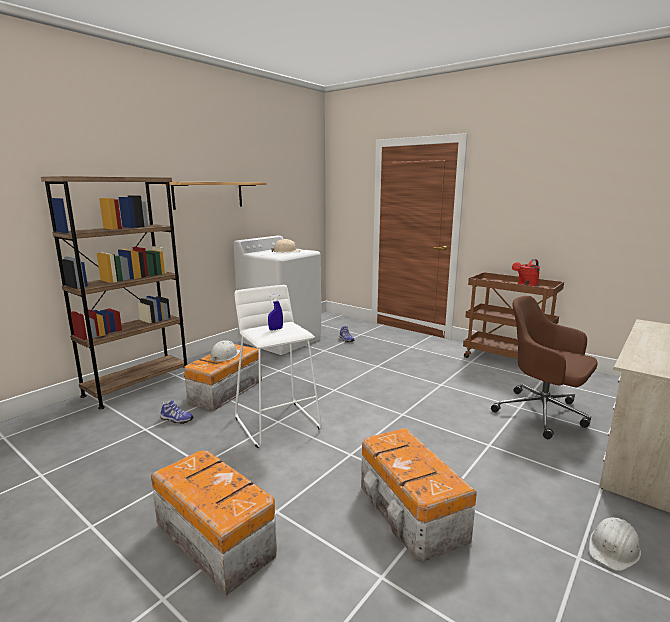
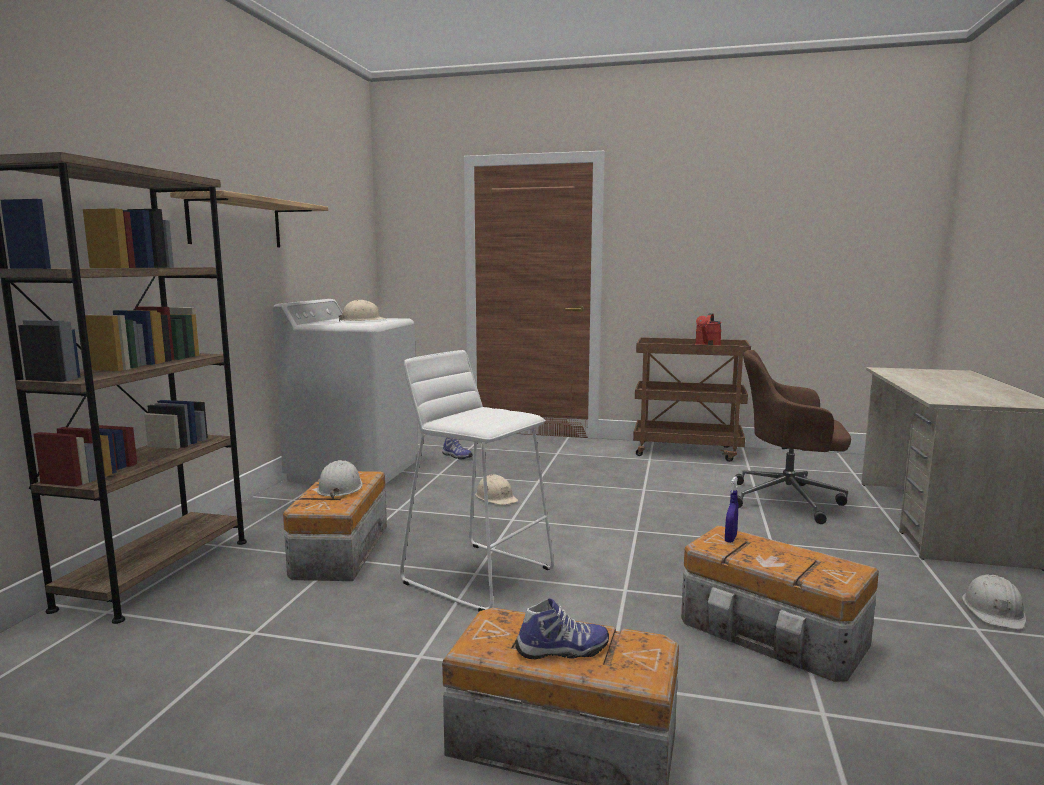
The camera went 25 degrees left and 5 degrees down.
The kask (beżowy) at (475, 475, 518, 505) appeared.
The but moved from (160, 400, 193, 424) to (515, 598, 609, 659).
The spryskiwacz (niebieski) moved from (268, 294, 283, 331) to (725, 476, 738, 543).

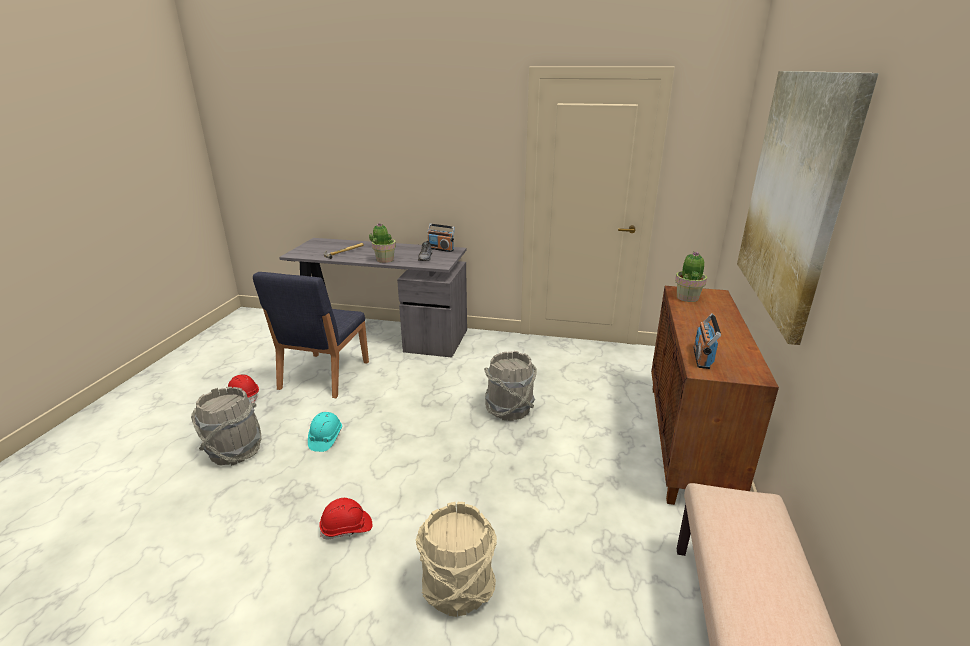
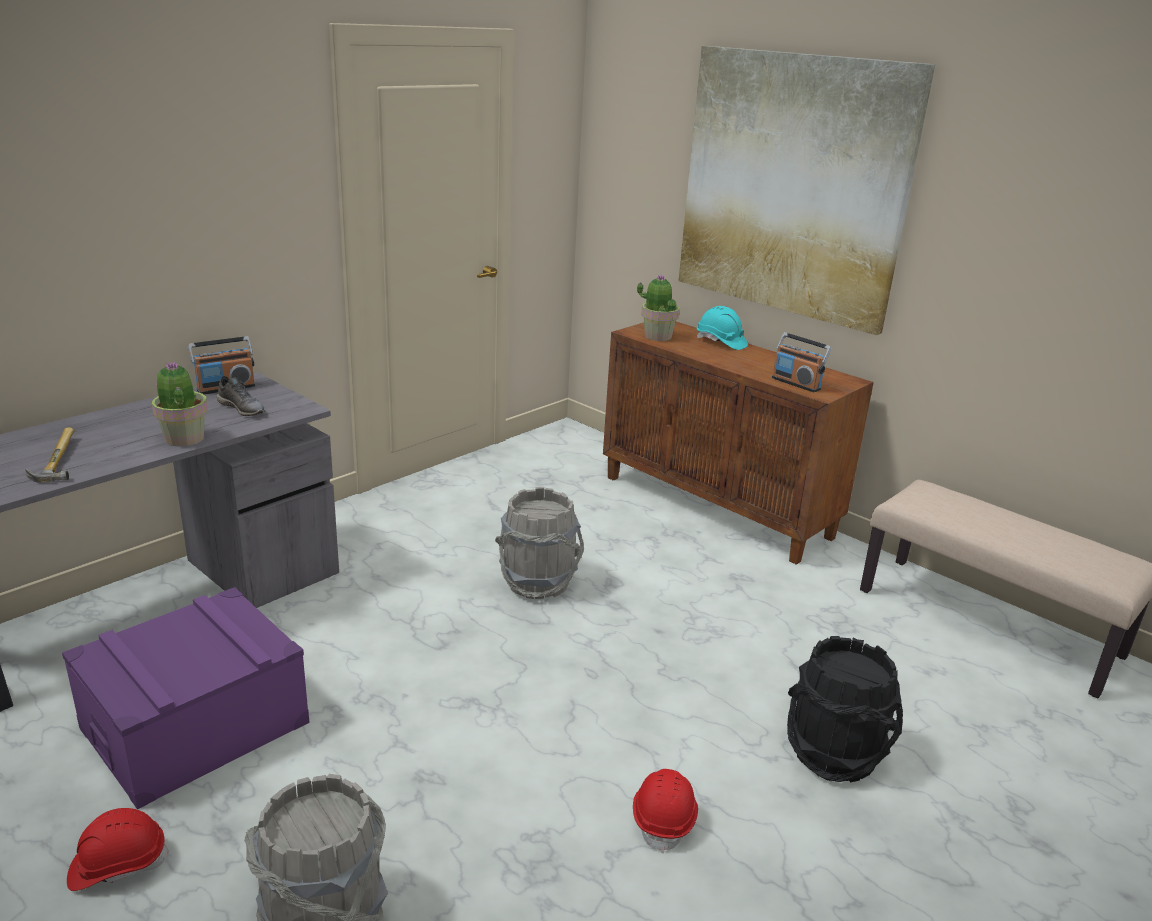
The camera went 60 degrees left and 0 degrees up.
The kask (turkusowy) moved from (308, 412, 342, 452) to (697, 306, 748, 350).
The krzesło (niebieski) at (253, 272, 369, 398) was replaced by the pojemnik do przechowywania (fioletowy) at (62, 587, 310, 809).
The wiadro (beżowy) at (416, 502, 497, 617) became the wiadro (czarny) at (787, 636, 903, 782).

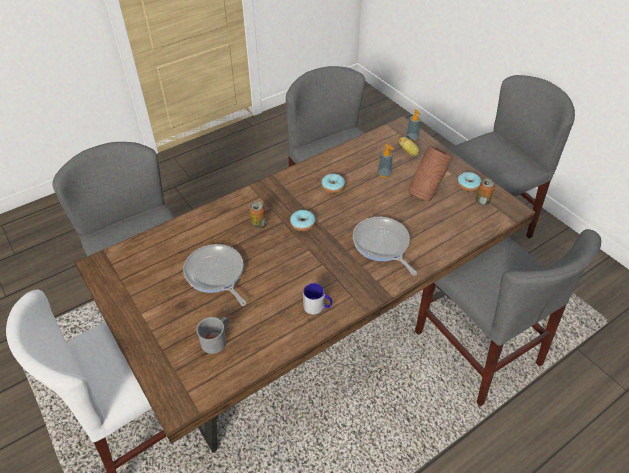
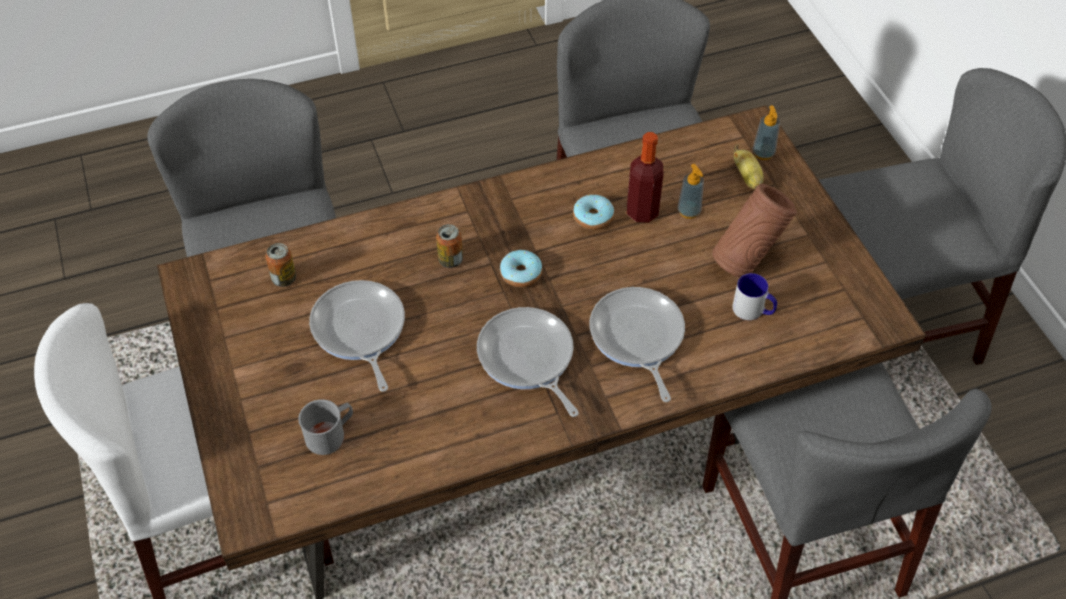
The camera went 15 degrees right and 5 degrees up.
The donut at (457, 172, 482, 192) disappeared.
The patelnia at (477, 307, 579, 417) appeared.
The butelka at (627, 132, 663, 223) appeared.
The kubek moved from (303, 283, 332, 315) to (732, 273, 777, 320).
The puszka moved from (476, 179, 495, 205) to (265, 243, 296, 287).

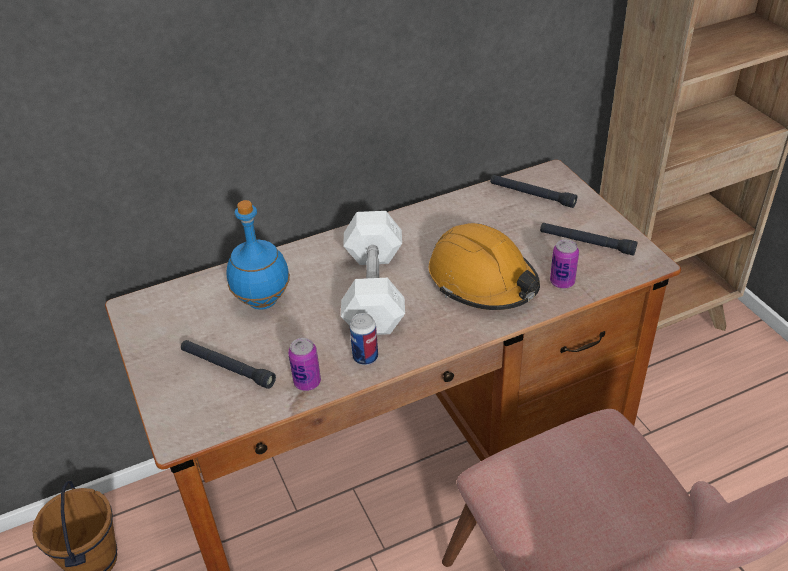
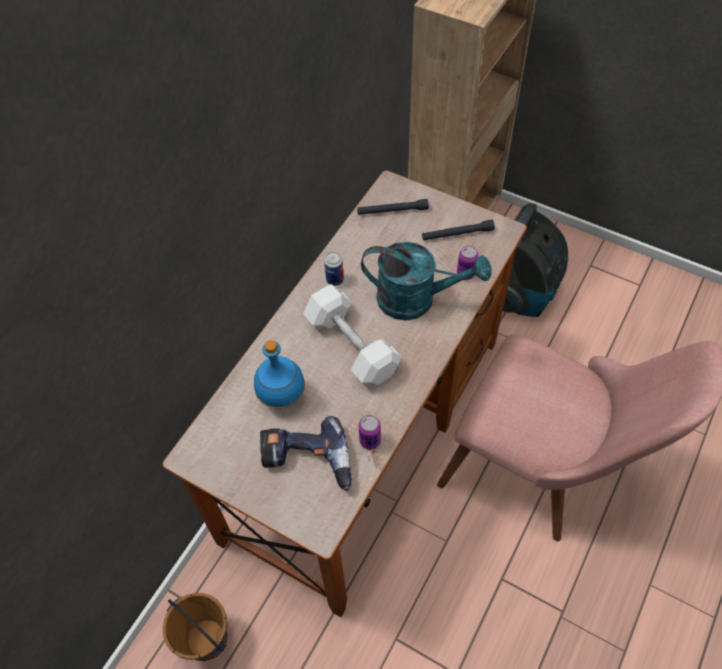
The camera went 35 degrees left and 15 degrees up.
The odkurzacz at (503, 203, 568, 317) appeared.
The puszka moved from (350, 313, 378, 365) to (324, 252, 344, 286).
The latarka (czarny) at (181, 340, 276, 389) was replaced by the wiertarka at (260, 416, 352, 491).
The kask (pomarańczowy) at (429, 223, 540, 310) was replaced by the konewka (turkusowy) at (361, 241, 492, 320).

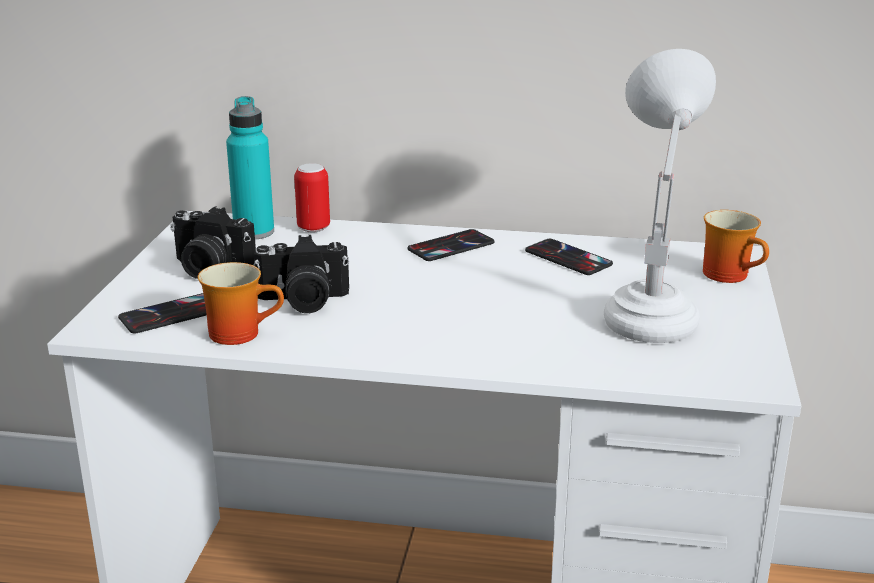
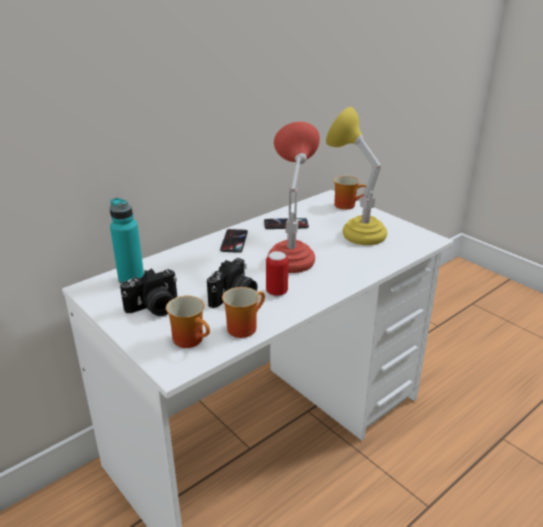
The camera went 50 degrees left and 5 degrees up.
The lampa stołowa (czerwony) at (268, 122, 320, 273) appeared.
The puszka moved from (294, 163, 330, 232) to (266, 251, 288, 296).
The telefon at (118, 293, 207, 333) was replaced by the kubek at (166, 296, 210, 348).
The lampa stołowa (biały) at (604, 49, 716, 343) became the lampa stołowa (żółty) at (326, 107, 387, 245).

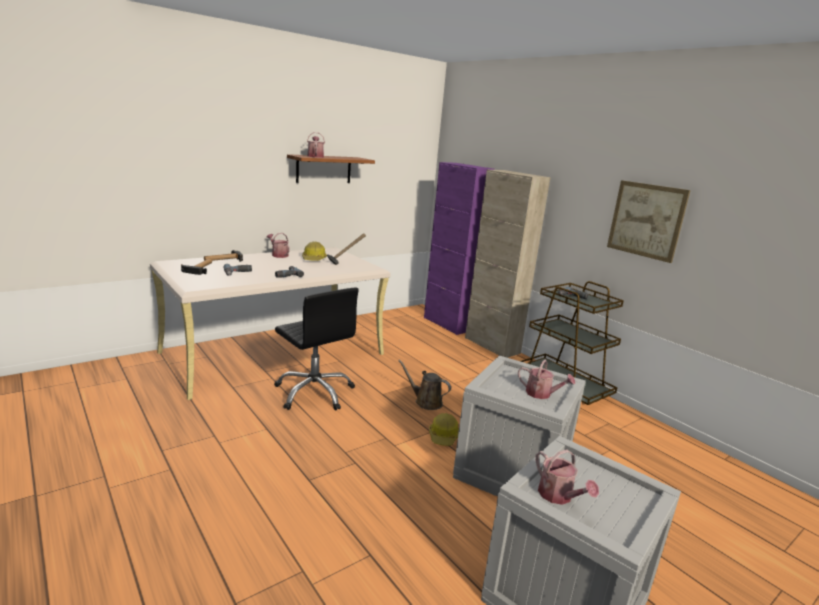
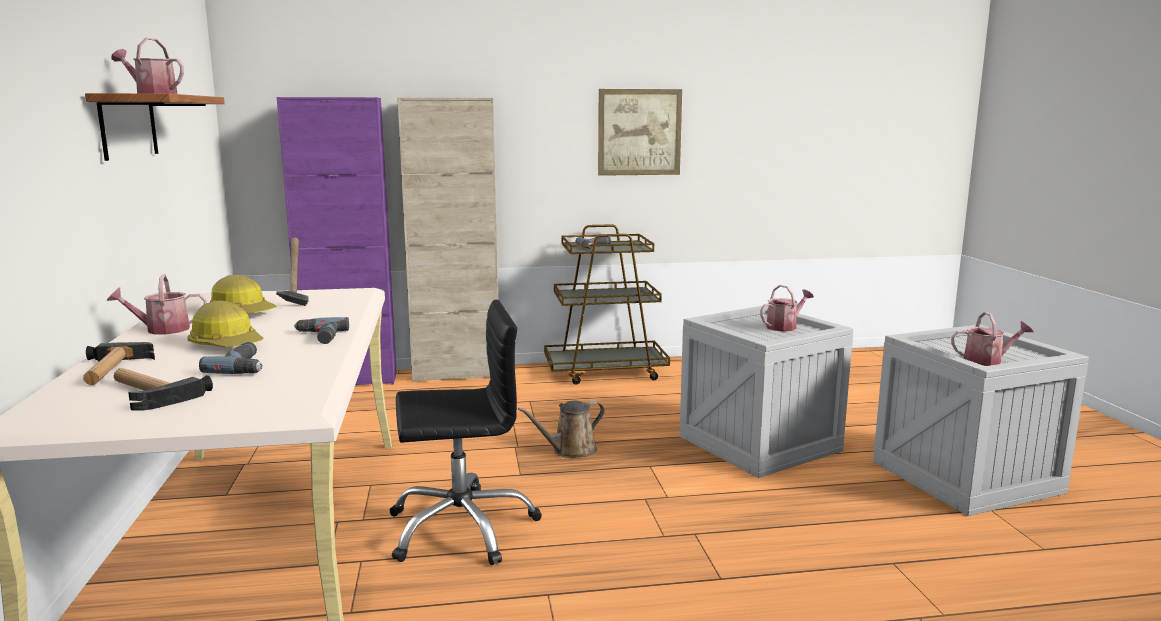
The camera went 60 degrees left and 5 degrees down.
The kask moved from (429, 413, 459, 446) to (188, 300, 264, 347).

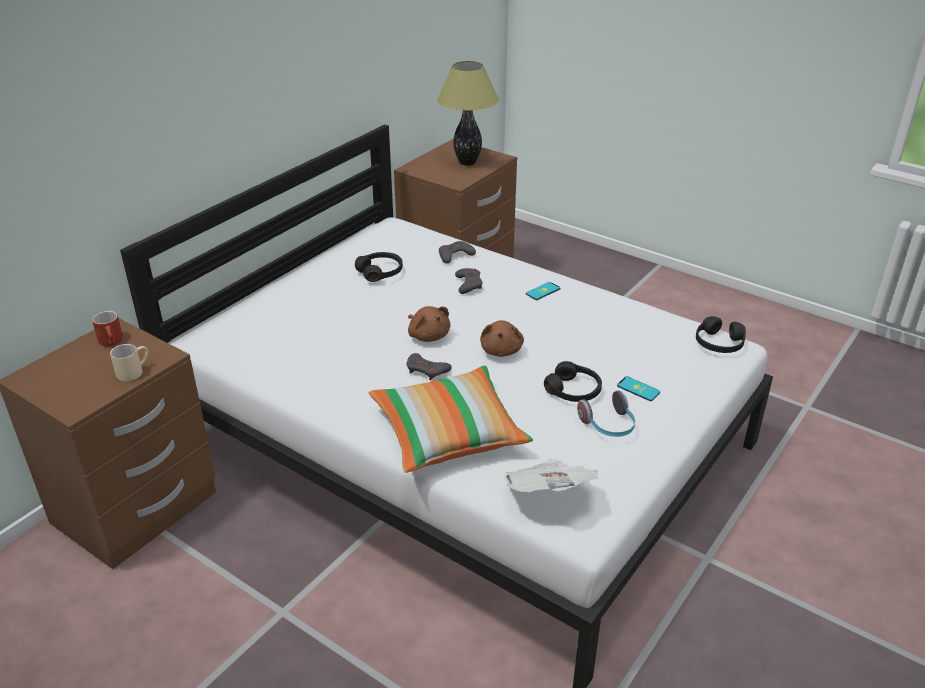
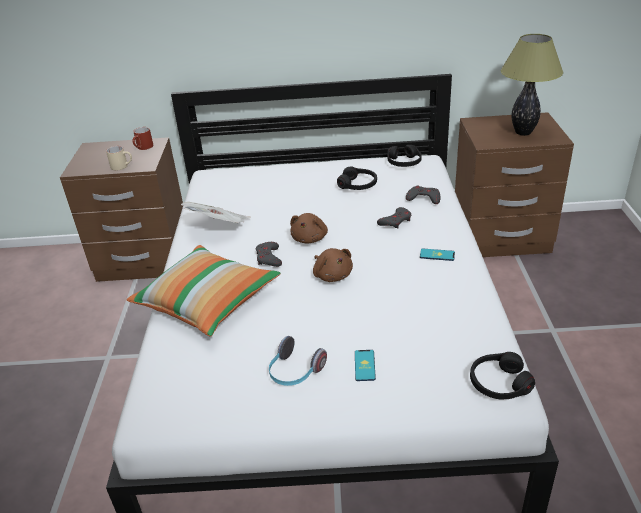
The camera went 55 degrees right and 0 degrees up.
The gazeta moved from (504, 459, 598, 492) to (181, 202, 251, 223).
The słuchawki (czarny) moved from (544, 361, 602, 402) to (387, 145, 422, 167).
The pluszak (brązowy) at (480, 320, 524, 357) turned 90 degrees counterclockwise.

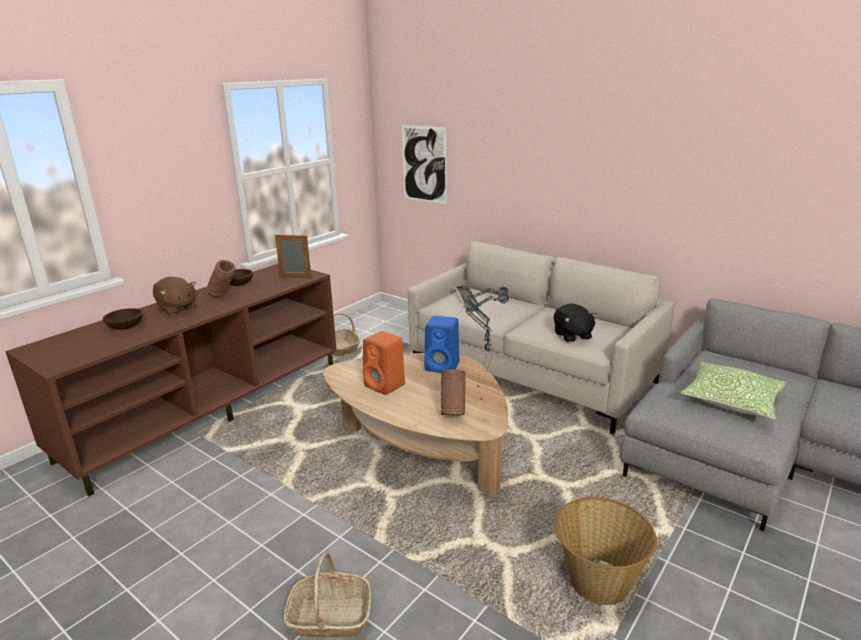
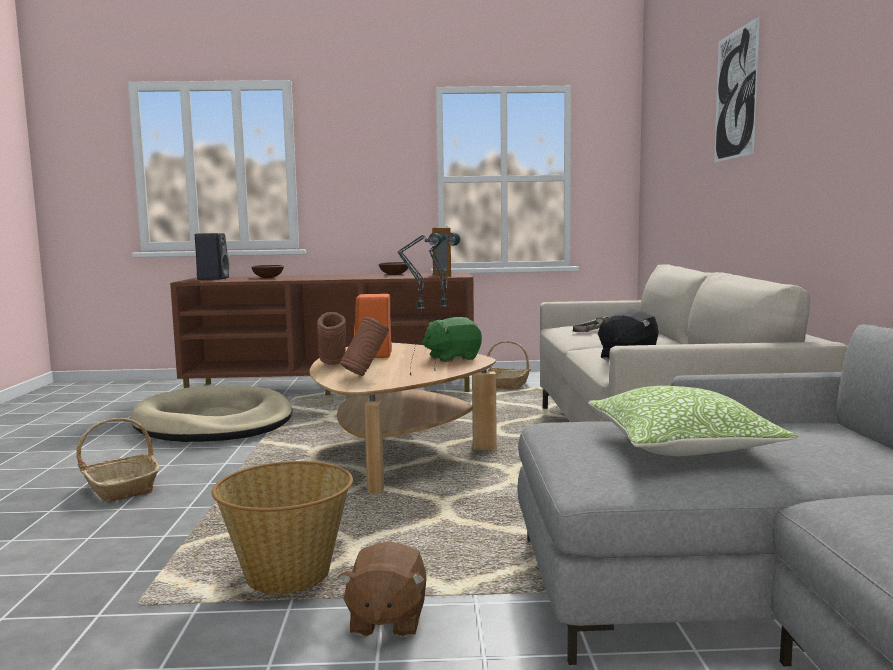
The camera went 50 degrees right and 15 degrees down.
The legowisko (beżowy) at (131, 386, 292, 442) appeared.
The głośnik (czarny) at (195, 233, 229, 280) appeared.
The pluszak (brązowy) moved from (153, 277, 197, 316) to (338, 541, 426, 637).
The wazon (brązowy) moved from (206, 260, 235, 297) to (317, 312, 346, 365).
The obraz moved from (402, 125, 447, 204) to (714, 16, 760, 163).
The głośnik (niebieski) at (424, 316, 459, 373) was replaced by the pluszak (zielony) at (422, 317, 482, 362).

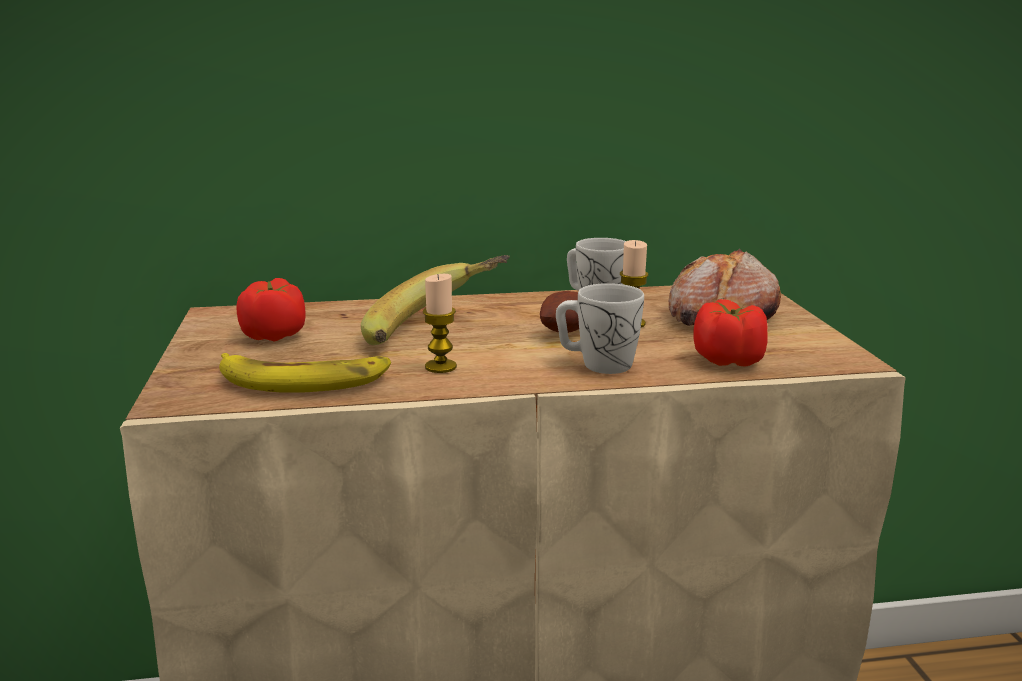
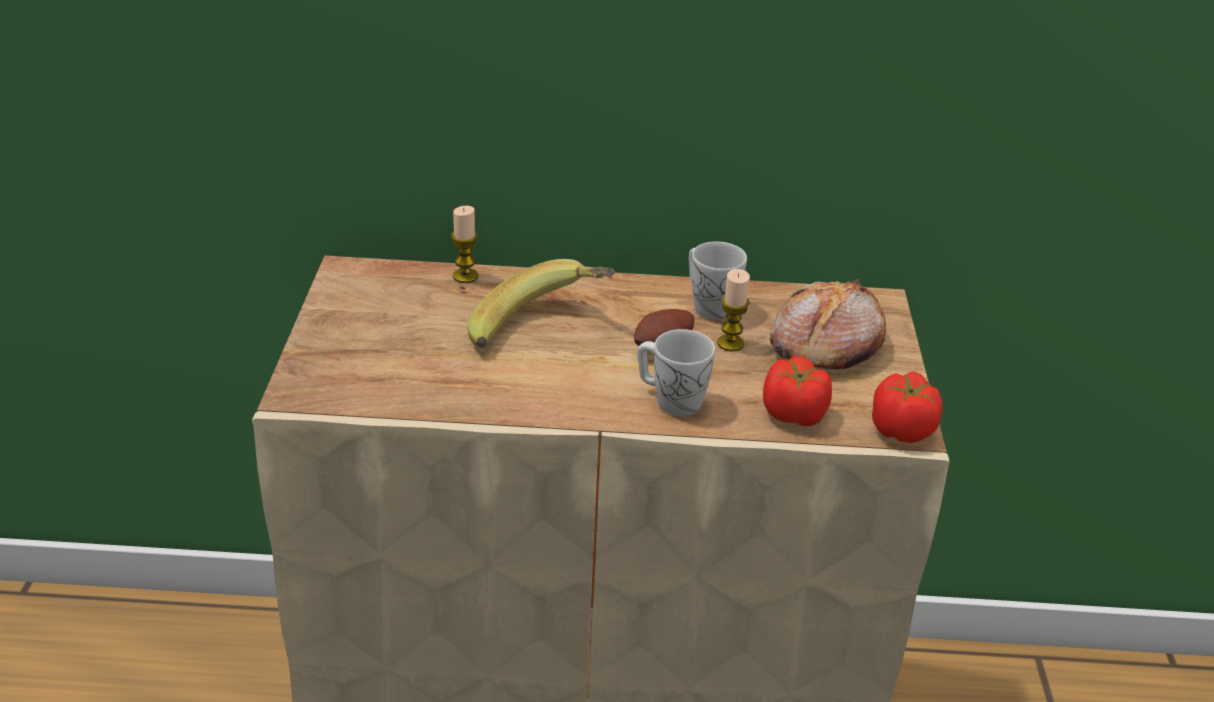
The camera went 10 degrees right and 15 degrees up.
The banan at (219, 353, 391, 393) disappeared.
The pomidor moved from (236, 278, 306, 342) to (872, 371, 943, 443).
The świeca moved from (423, 274, 457, 373) to (451, 206, 478, 283).

